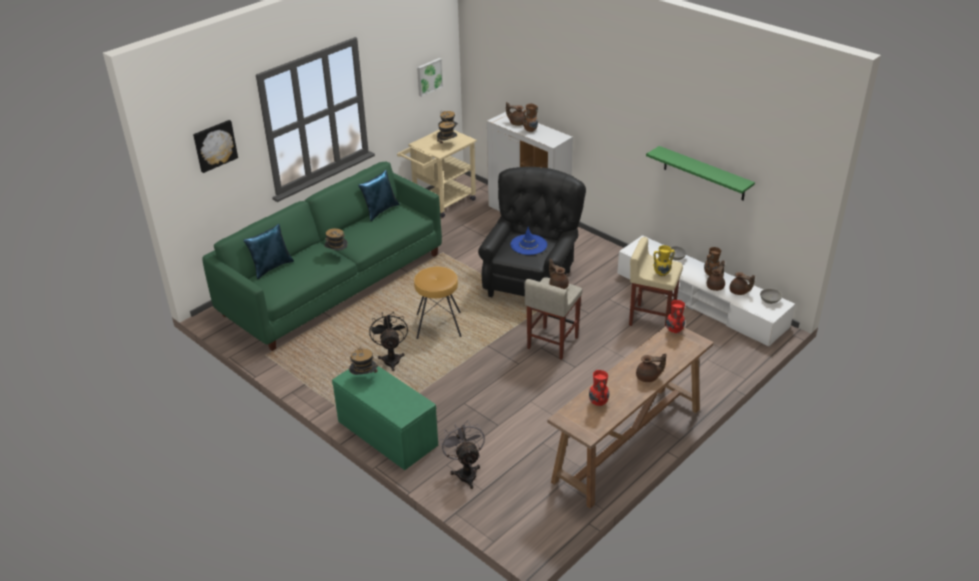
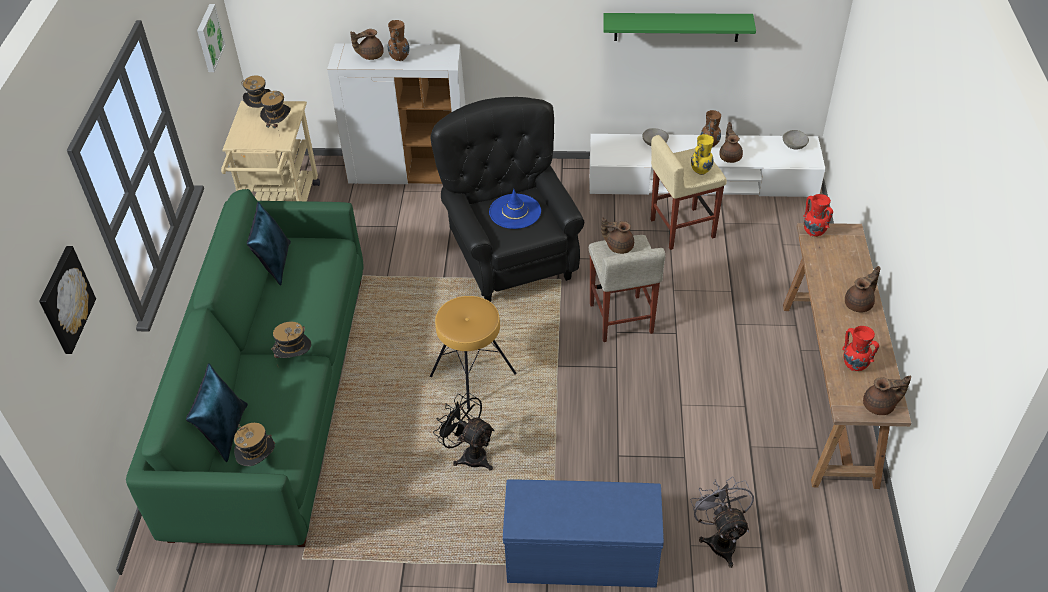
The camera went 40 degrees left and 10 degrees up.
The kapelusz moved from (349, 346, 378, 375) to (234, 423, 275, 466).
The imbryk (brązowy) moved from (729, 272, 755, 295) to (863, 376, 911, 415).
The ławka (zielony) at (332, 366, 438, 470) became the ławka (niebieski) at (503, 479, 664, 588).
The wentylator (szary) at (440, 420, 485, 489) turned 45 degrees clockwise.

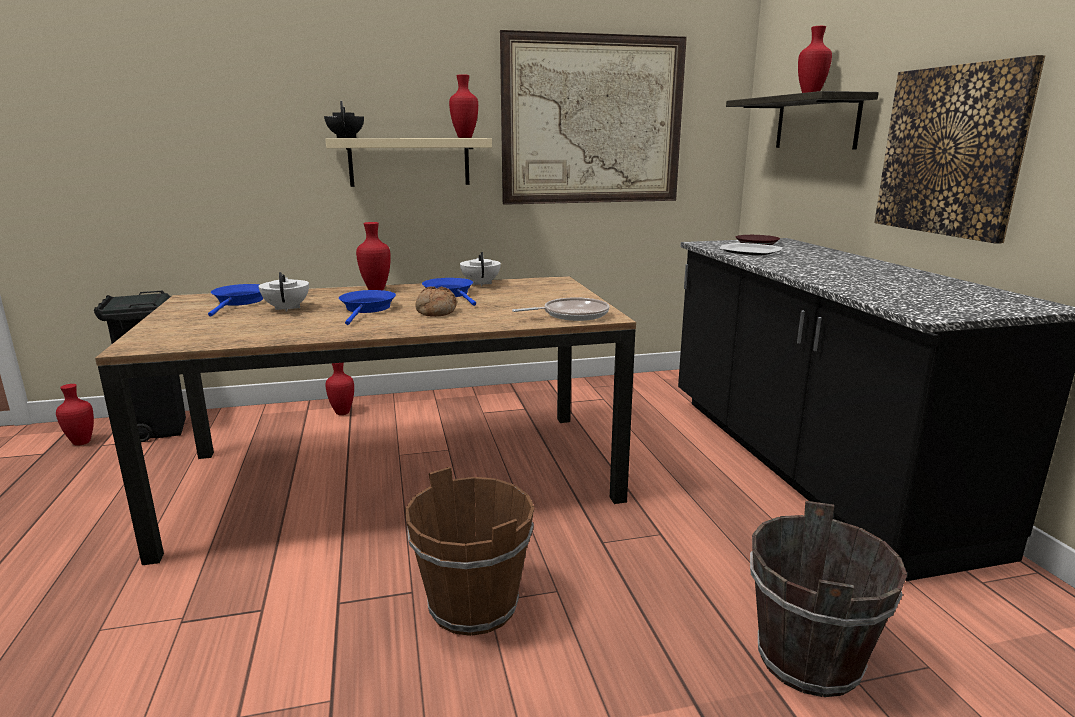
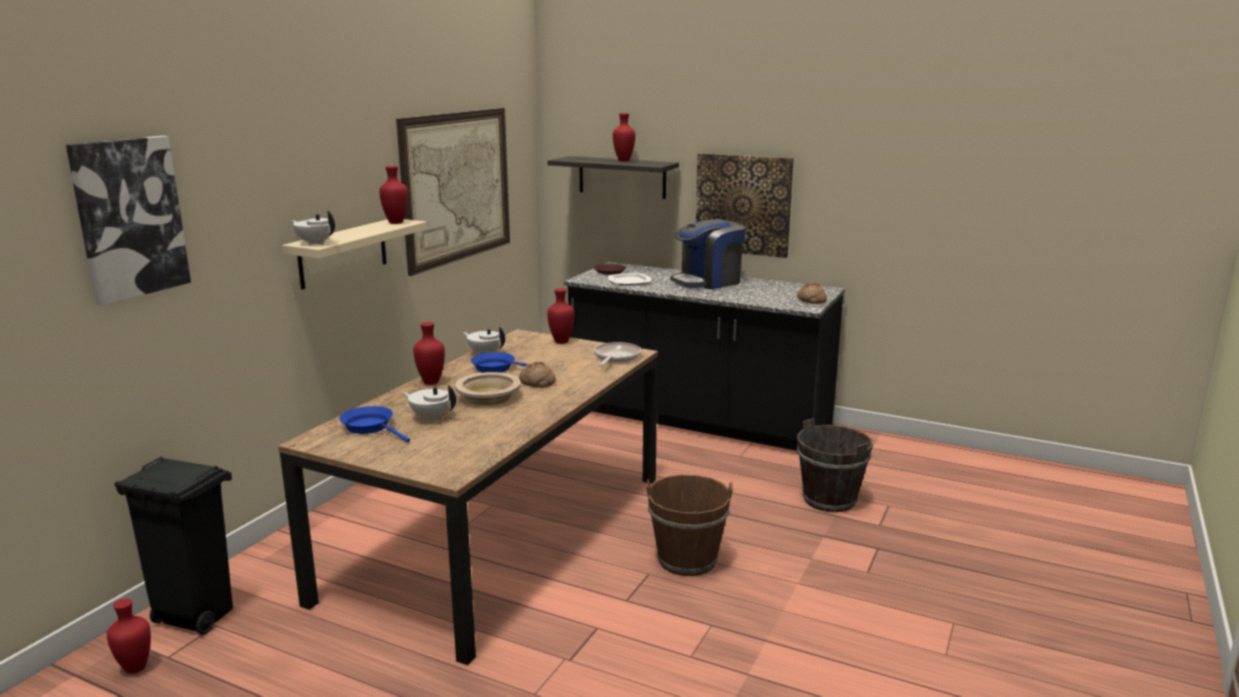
The camera went 50 degrees left and 0 degrees up.
The obraz at (66, 136, 191, 306) appeared.
The ekspres do kawy at (670, 219, 746, 289) appeared.
The chleb at (797, 283, 827, 304) appeared.
The wazon (czerwony) moved from (326, 363, 354, 415) to (547, 288, 574, 344).
The patelnia (niebieski) at (339, 290, 396, 325) was replaced by the miska (beżowy) at (455, 372, 521, 405).
The imbryk (czarny) at (324, 101, 364, 138) became the imbryk (biały) at (291, 210, 335, 245).

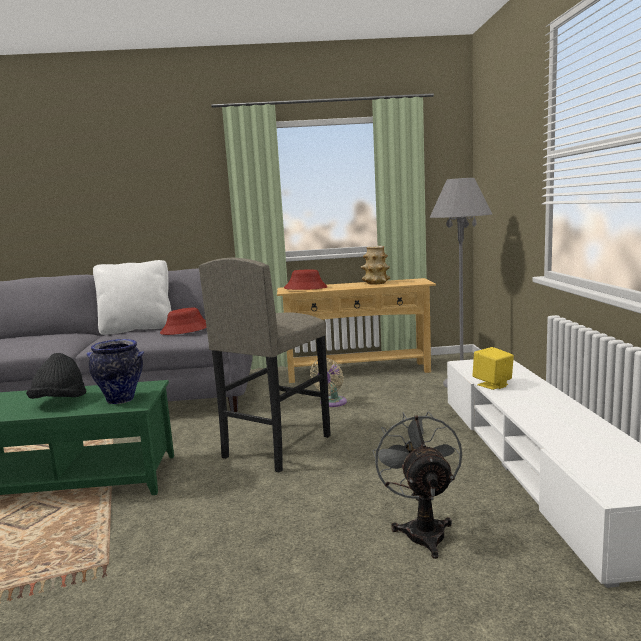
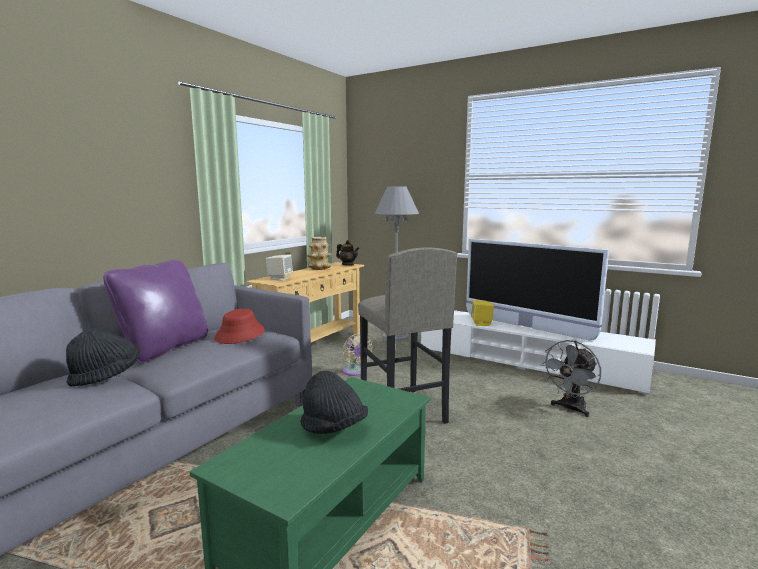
The camera went 55 degrees left and 0 degrees up.
The wazon at (87, 339, 144, 404) disappeared.
The kapelusz (czarny) at (66, 328, 140, 386) appeared.
The imbryk at (336, 240, 359, 265) appeared.
The telewizor at (466, 239, 609, 340) appeared.
The kapelusz (czerwony) at (284, 270, 328, 290) was replaced by the głośnik (beżowy) at (266, 254, 293, 281).
The poduszka (biały) at (93, 260, 171, 335) became the poduszka (fioletowy) at (103, 260, 208, 364).
The wentylator (szary) at (373, 411, 462, 559) turned 75 degrees counterclockwise.

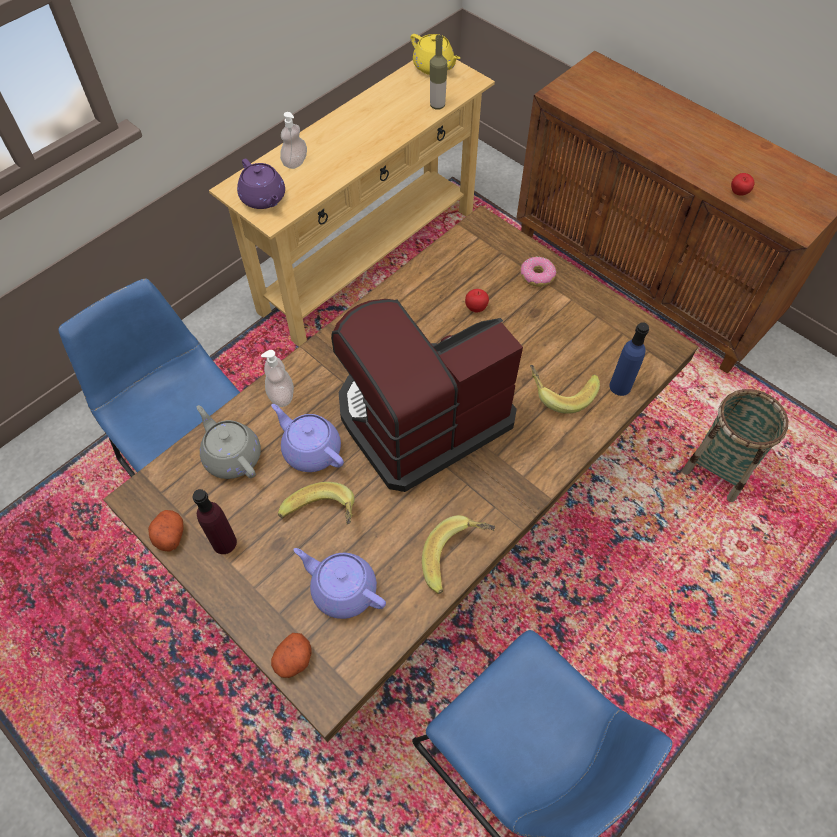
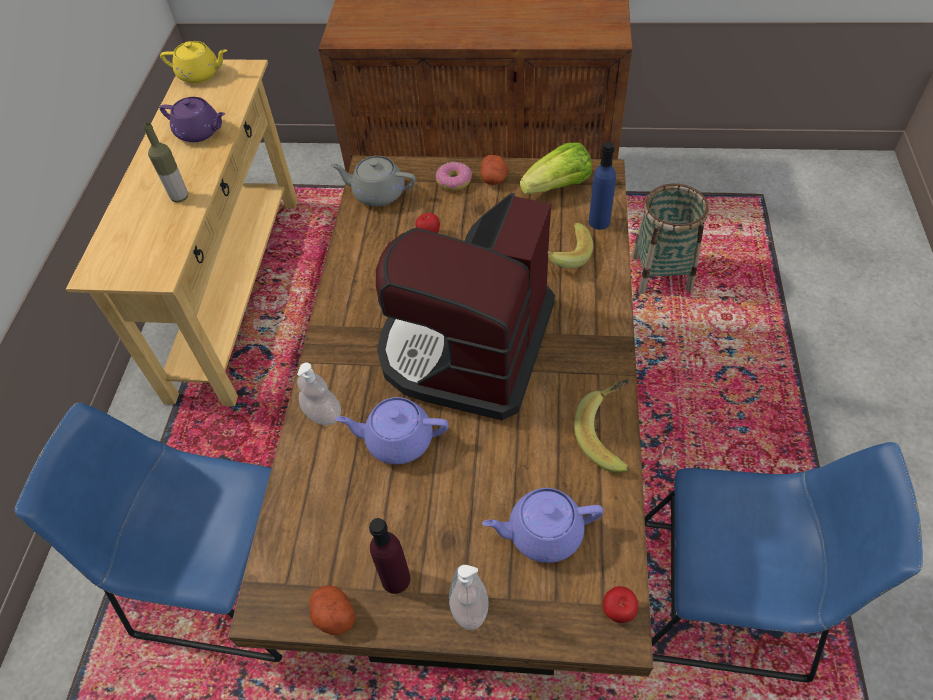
The camera went 35 degrees left and 5 degrees down.
The banan at (278, 482, 355, 524) disappeared.
The sałata at (520, 142, 592, 194) appeared.
The imbryk (szary) moved from (197, 405, 261, 479) to (331, 156, 416, 207).
The imbryk (fioletowy) moved from (237, 159, 285, 209) to (160, 97, 225, 142).
The ziemniak moved from (271, 633, 312, 678) to (480, 155, 508, 185).
The dozownik mydła moved from (280, 112, 307, 169) to (449, 565, 489, 630).
The butelka moved from (430, 35, 447, 110) to (142, 122, 188, 203).
The jabłko moved from (731, 173, 754, 196) to (603, 586, 639, 623).

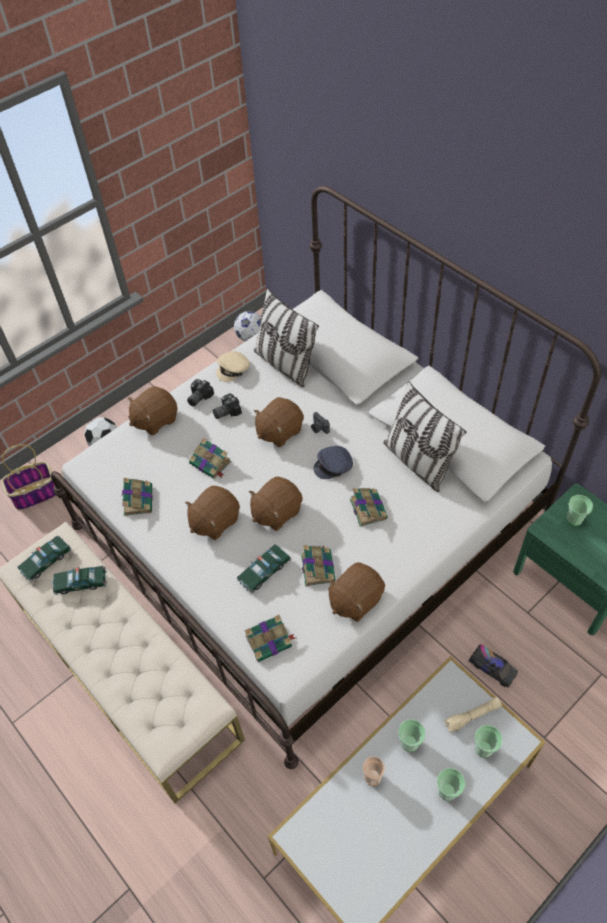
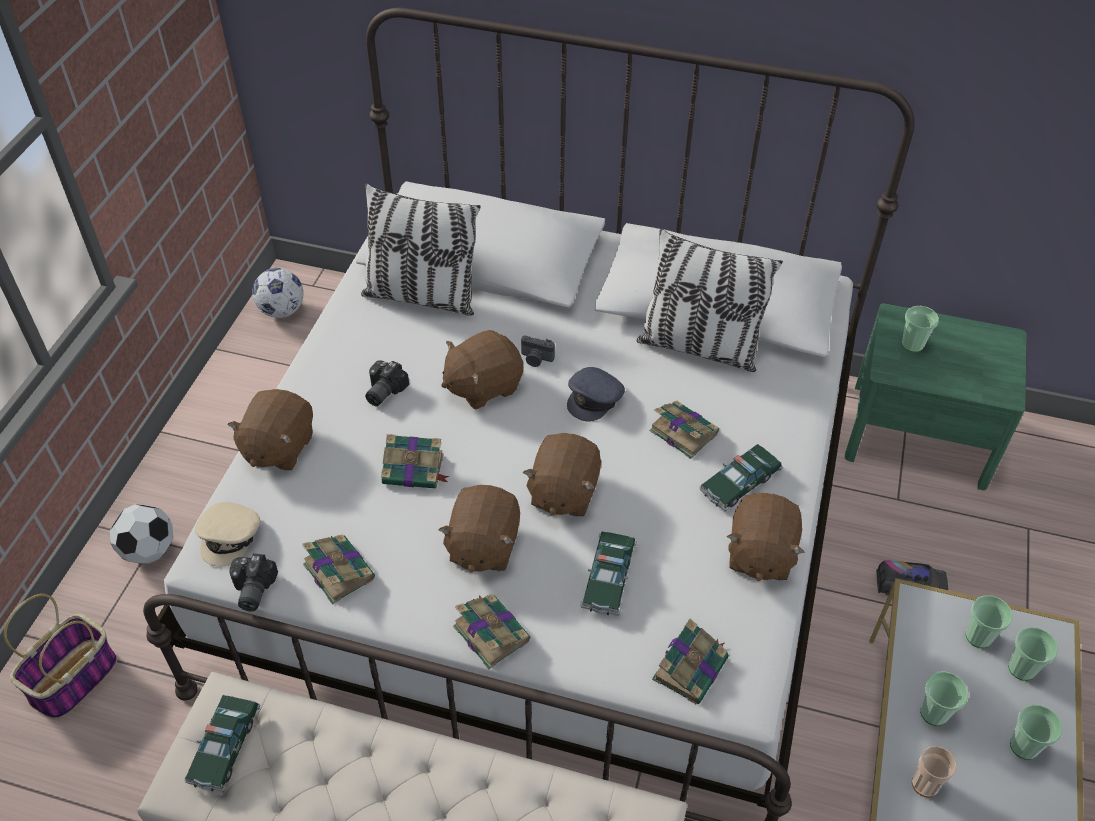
The camera went 35 degrees left and 5 degrees down.
The samochodzik moved from (52, 566, 107, 595) to (700, 444, 783, 511).
The aparat fotograficzny moved from (187, 379, 214, 407) to (229, 554, 278, 611).
The czapka z daszkiem (beżowy) moved from (216, 351, 250, 382) to (195, 502, 260, 567).
The książka moved from (301, 545, 336, 586) to (453, 594, 530, 669).
The latarka (beżowy) at (444, 697, 502, 732) was replaced by the filiżanka at (965, 595, 1013, 648).
The pluszak (brązowy) at (254, 397, 304, 447) turned 45 degrees clockwise.

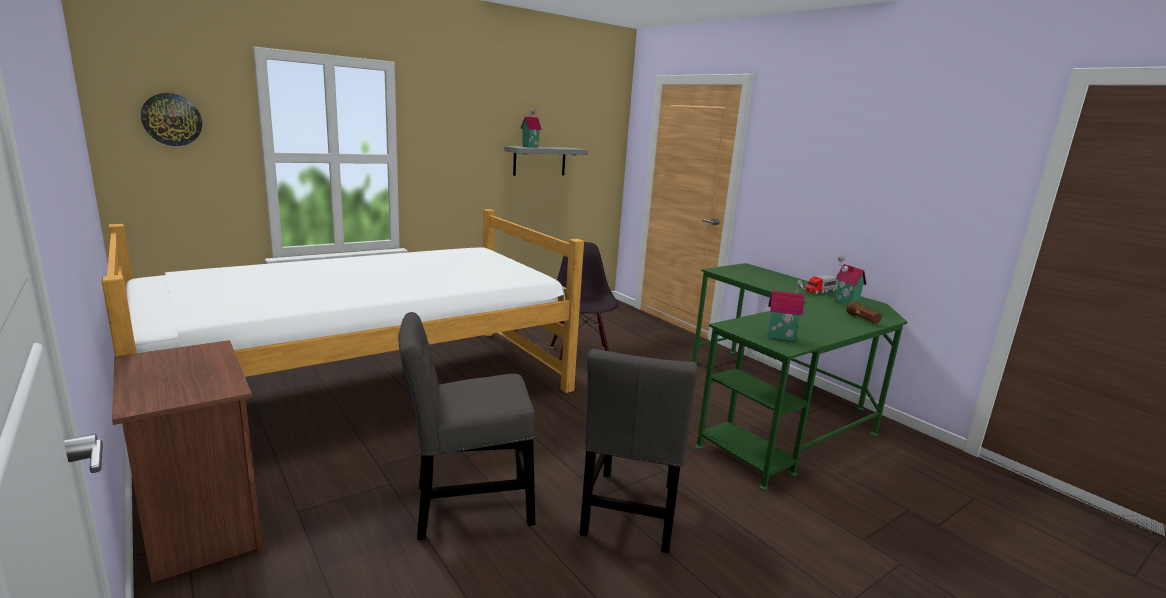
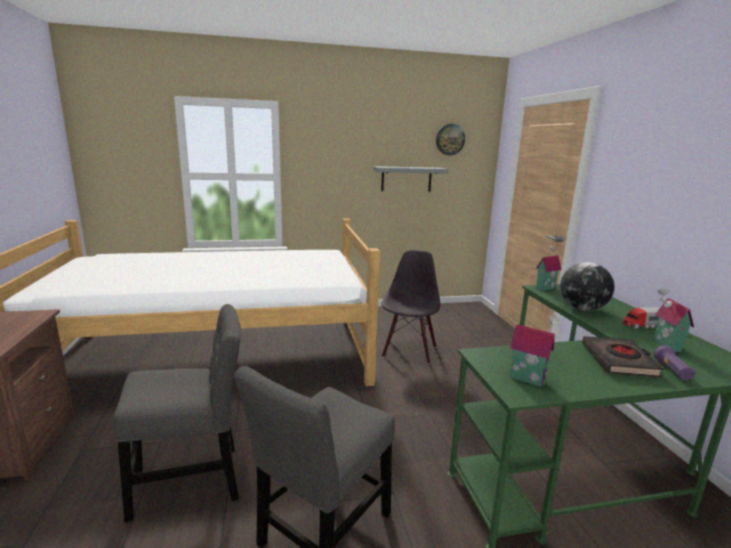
The camera went 25 degrees right and 0 degrees up.
The globus at (560, 262, 615, 311) appeared.
The książka (czarny) at (582, 336, 664, 378) appeared.
The zegar ścienny moved from (141, 93, 202, 146) to (436, 124, 465, 155).
The domek moved from (520, 109, 542, 147) to (536, 246, 562, 291).
The latarka (brązowy) at (846, 301, 882, 323) became the latarka (fioletowy) at (654, 345, 696, 380).
The krzesło (szary) at (398, 312, 535, 540) turned 150 degrees clockwise.

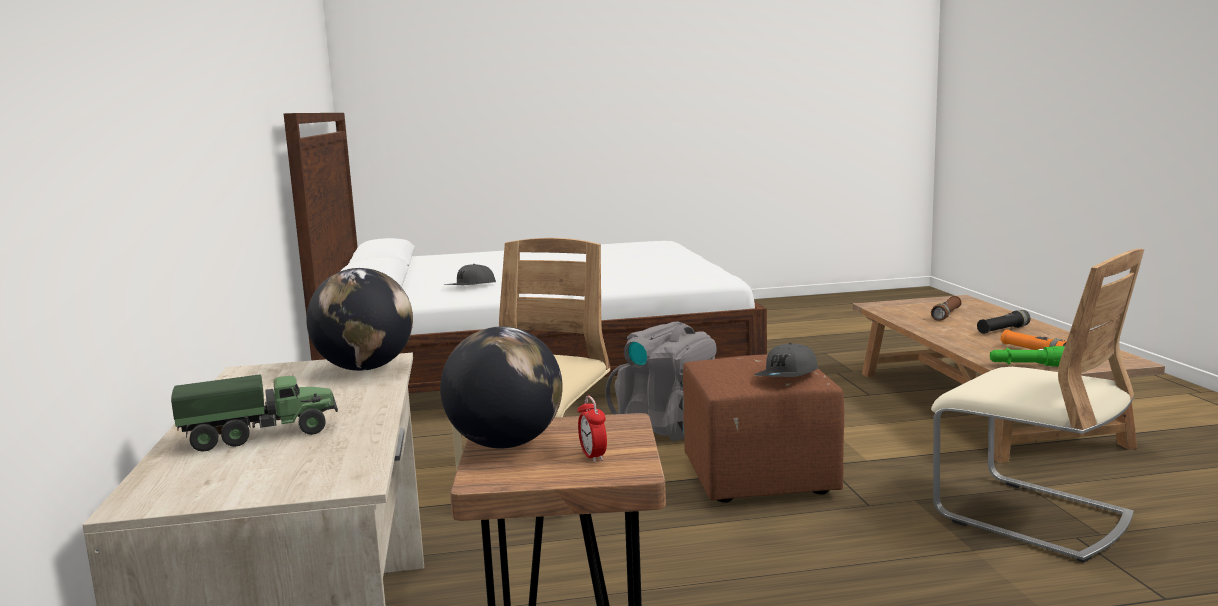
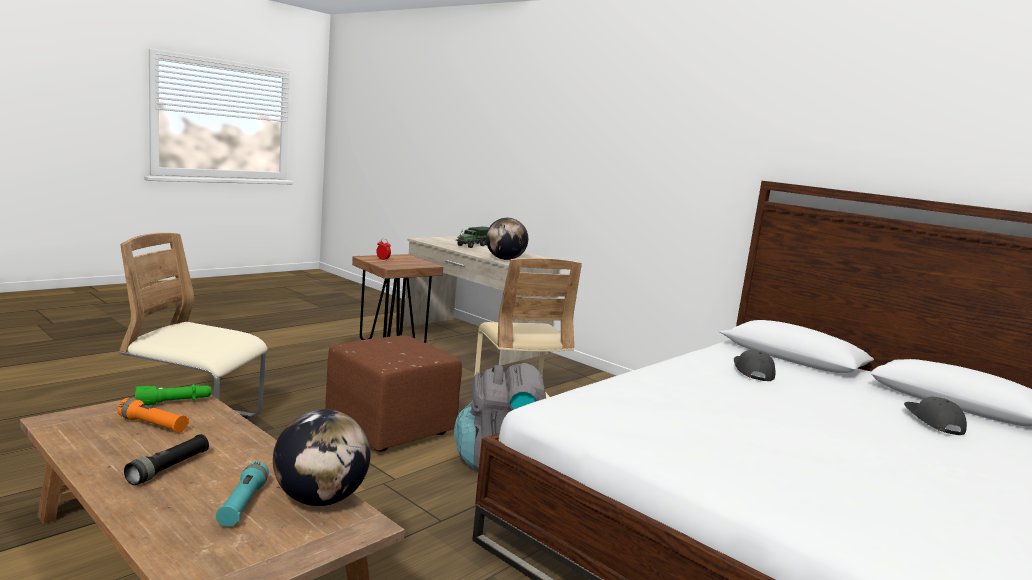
The camera went 140 degrees right and 0 degrees up.
The globus moved from (440, 326, 563, 448) to (273, 409, 370, 506).
The czapka z daszkiem (szary) moved from (754, 343, 818, 377) to (904, 397, 967, 435).
The latarka (brązowy) at (931, 296, 962, 321) became the latarka (turkusowy) at (216, 462, 269, 527).

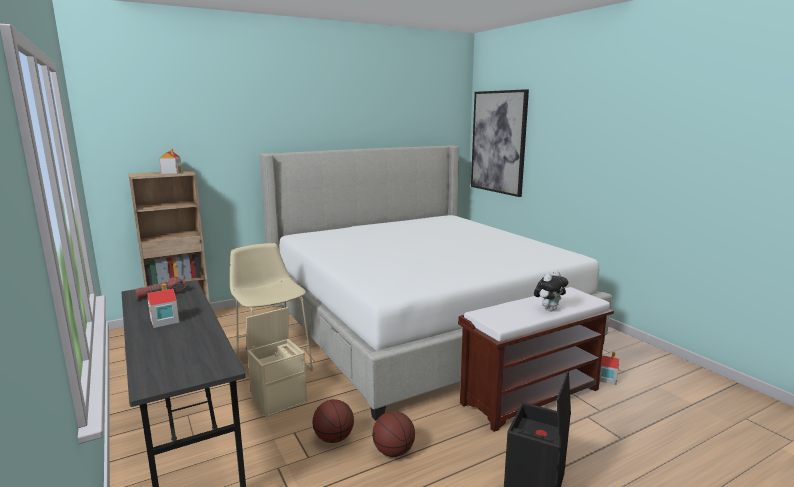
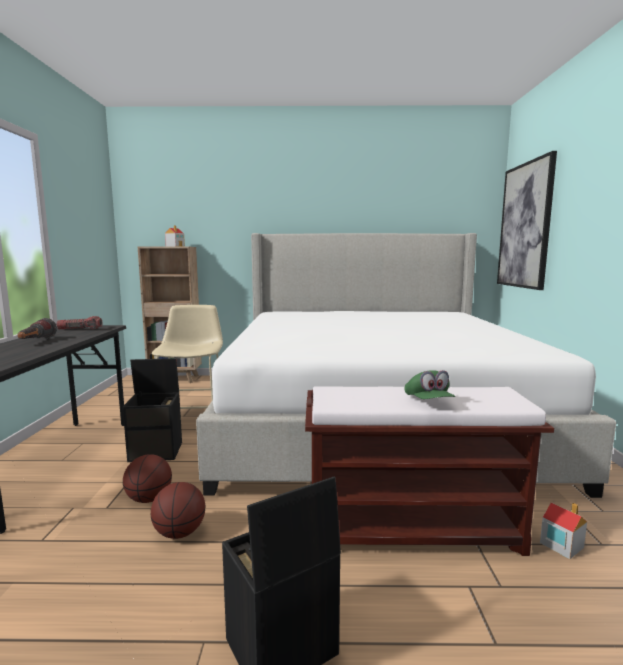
The camera went 30 degrees right and 5 degrees down.
The domek at (147, 283, 179, 328) was replaced by the latarka at (17, 318, 57, 339).
The pluszak at (534, 270, 568, 311) was replaced by the czapka z daszkiem (zielony) at (405, 370, 455, 399).
The pojemnik do przechowywania (beżowy) at (246, 307, 307, 417) became the pojemnik do przechowywania (czarny) at (123, 358, 182, 462).

